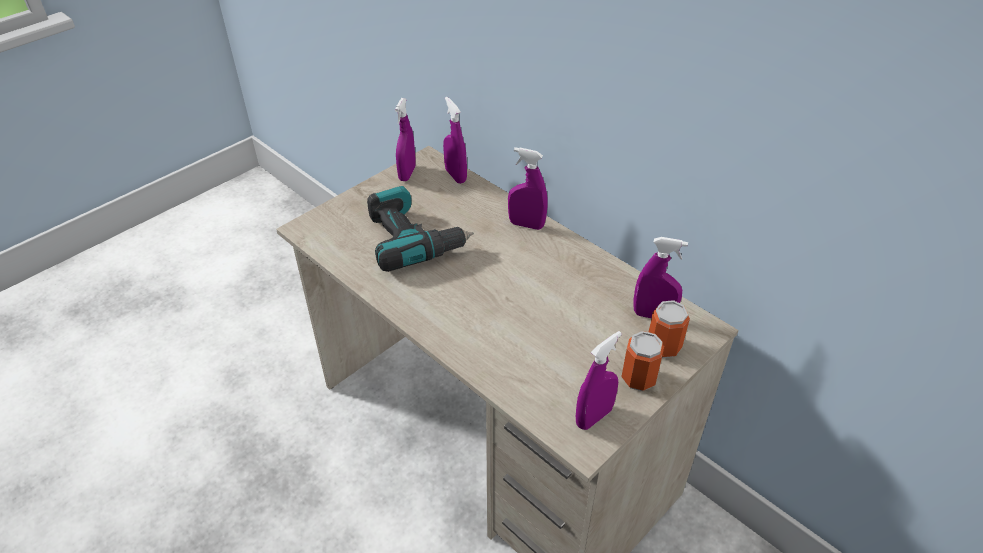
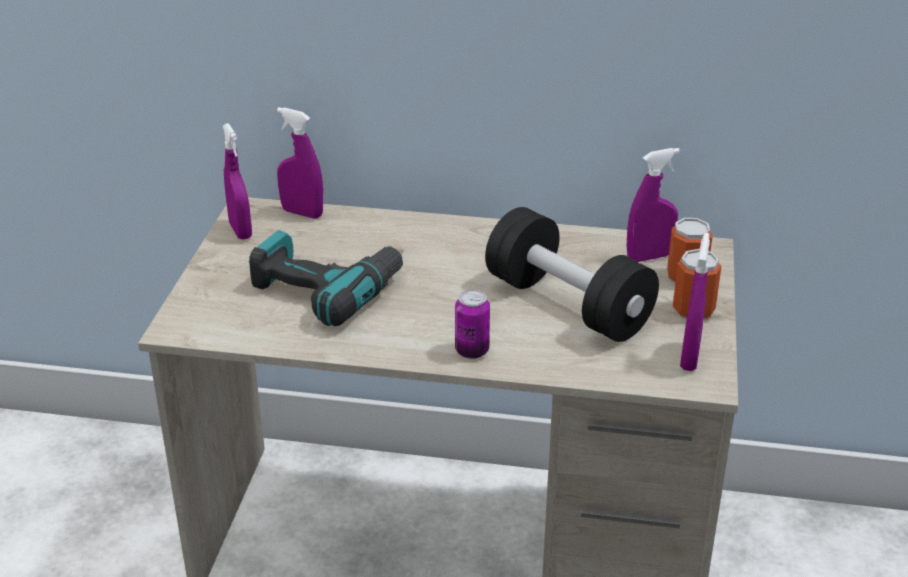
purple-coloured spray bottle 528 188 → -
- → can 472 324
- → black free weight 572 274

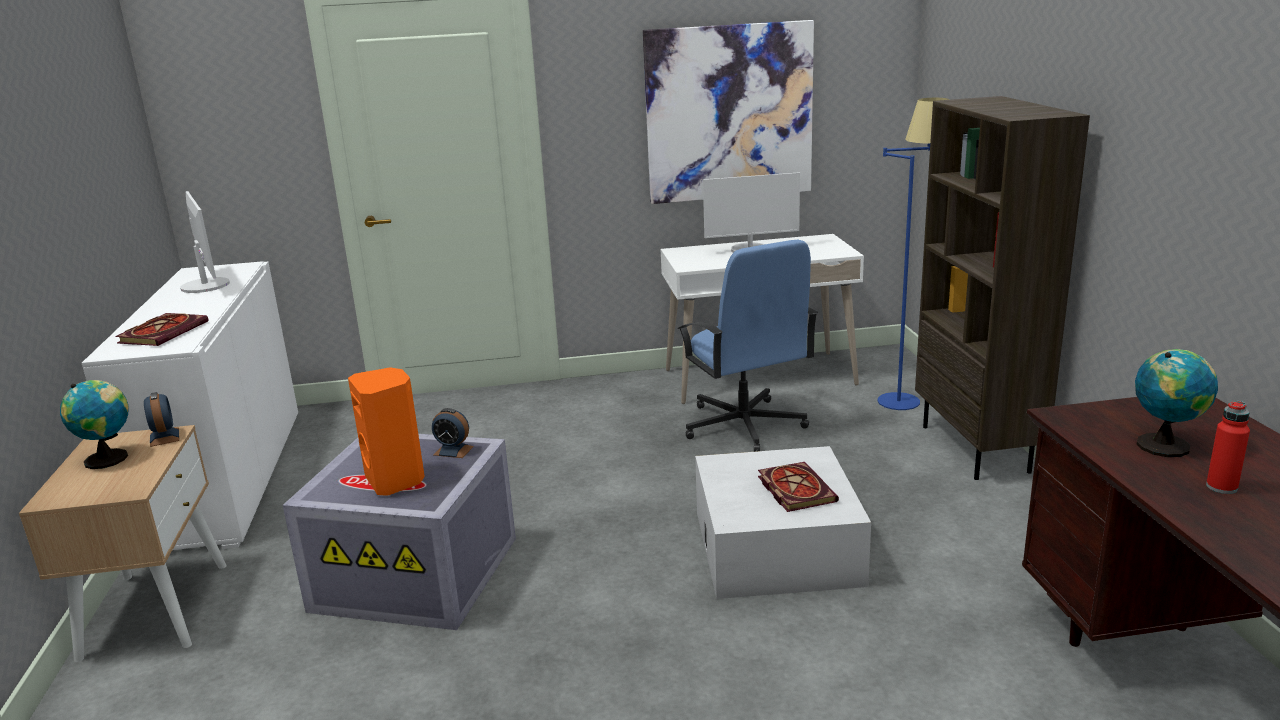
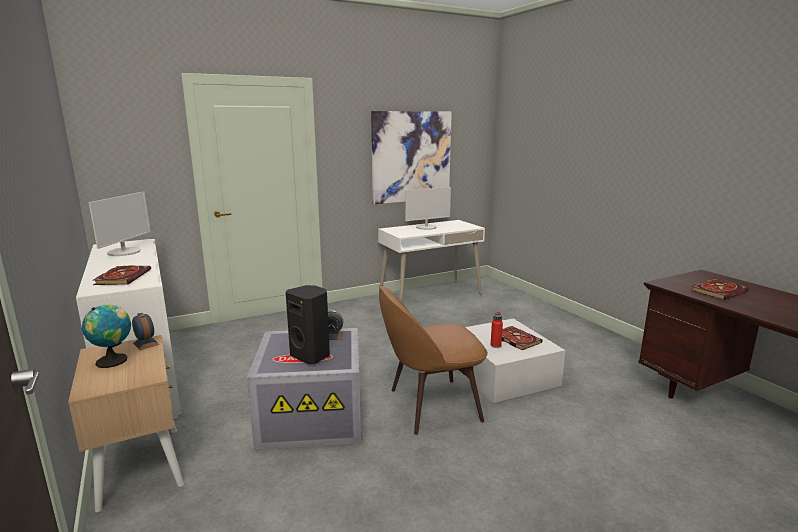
blue-coloured office chair 747 346 → -
blue-coloured standing lamp 913 254 → -
brown-coloured bookshelf 1002 288 → -
- → brown-coloured chair 433 360
red-coloured beverage bottle 1228 447 → red-coloured beverage bottle 497 330, shifted
world globe 1176 403 → book 719 289
orangey loudspeaker 386 431 → black loudspeaker 308 324
computer screen 205 242 → computer screen 120 223, 60 degrees clockwise

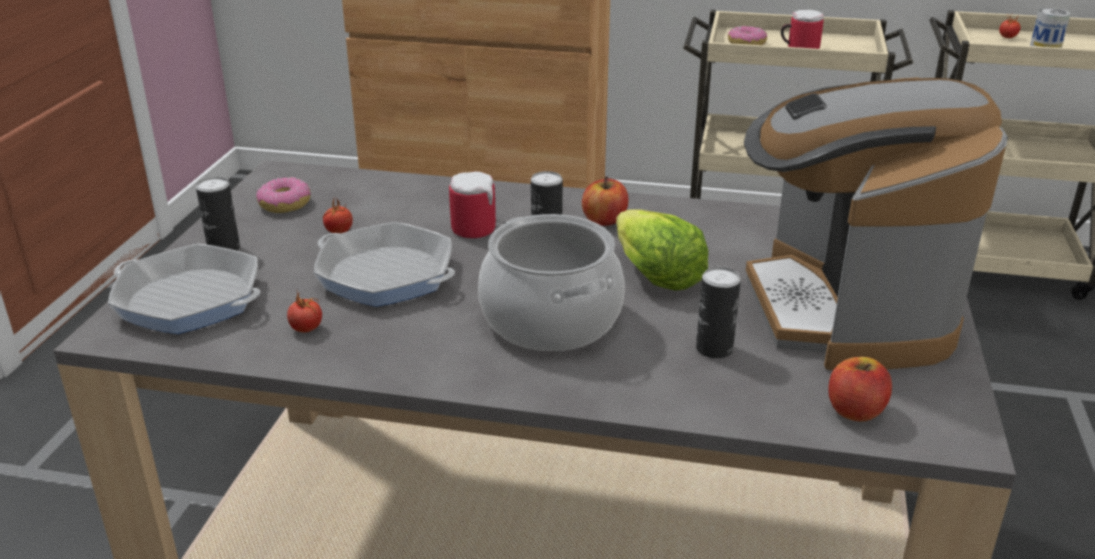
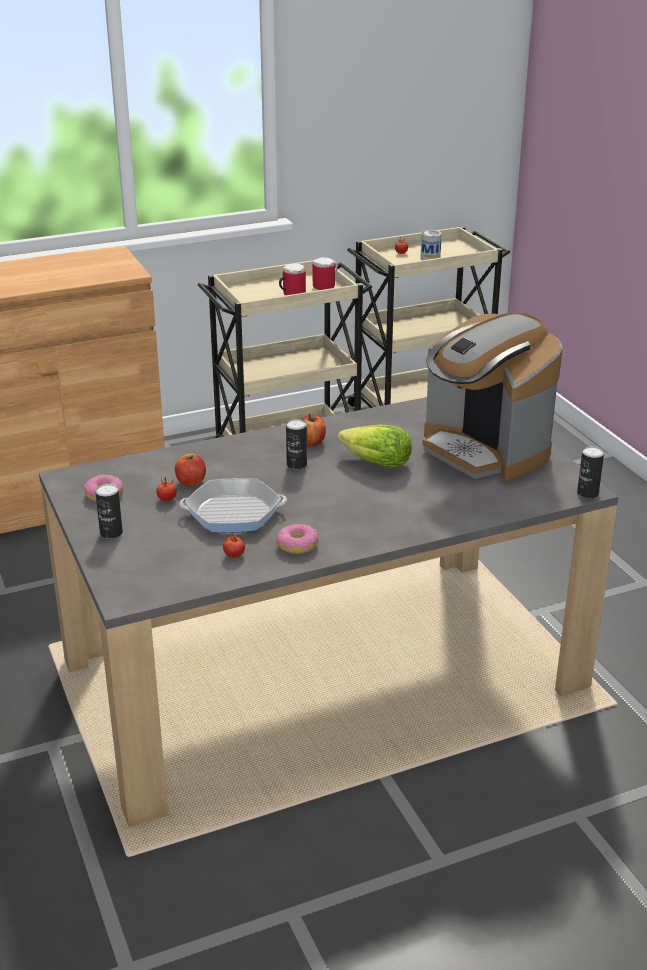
pan 184 288 → -
stockpot 551 282 → -
mug 472 204 → mug 325 273, shifted
can 718 313 → can 590 472, shifted
ring doughnut 747 35 → ring doughnut 297 539, shifted
whole apple 860 389 → whole apple 190 470, shifted

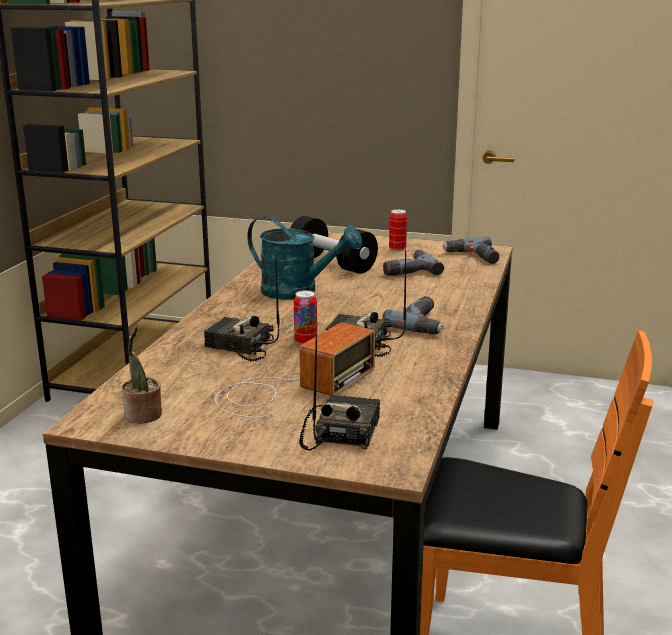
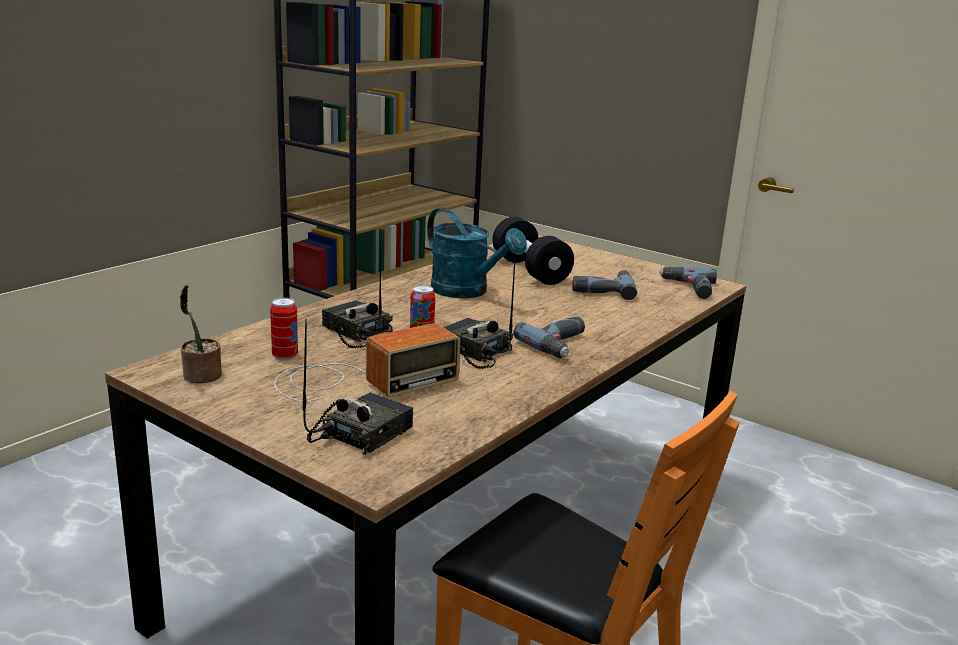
can 398 230 → can 284 329, shifted

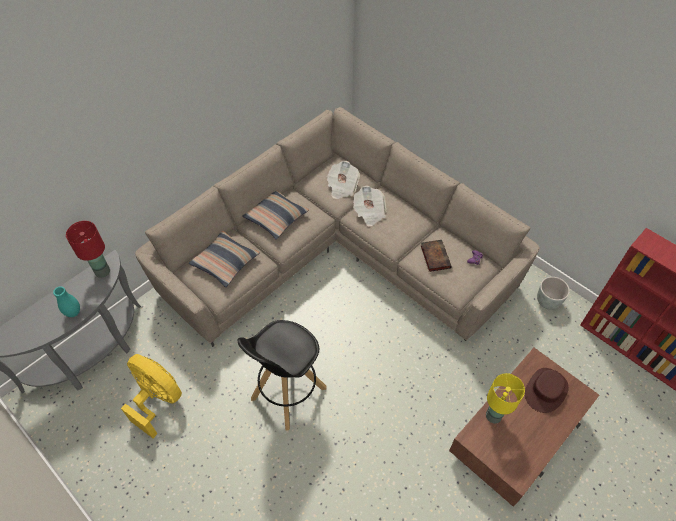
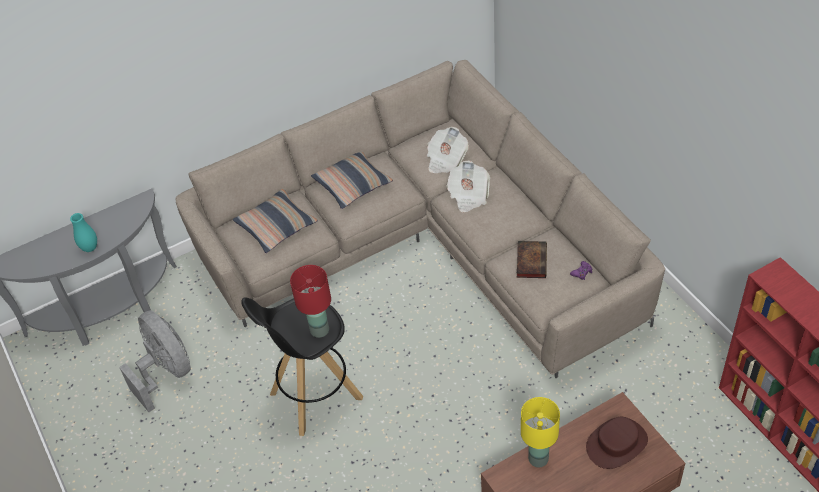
greyish planter 553 293 → -
red-coloured tabletop lamp 88 249 → red-coloured tabletop lamp 310 301, shifted
yellow-coloured electric fan 151 396 → greyish electric fan 155 361

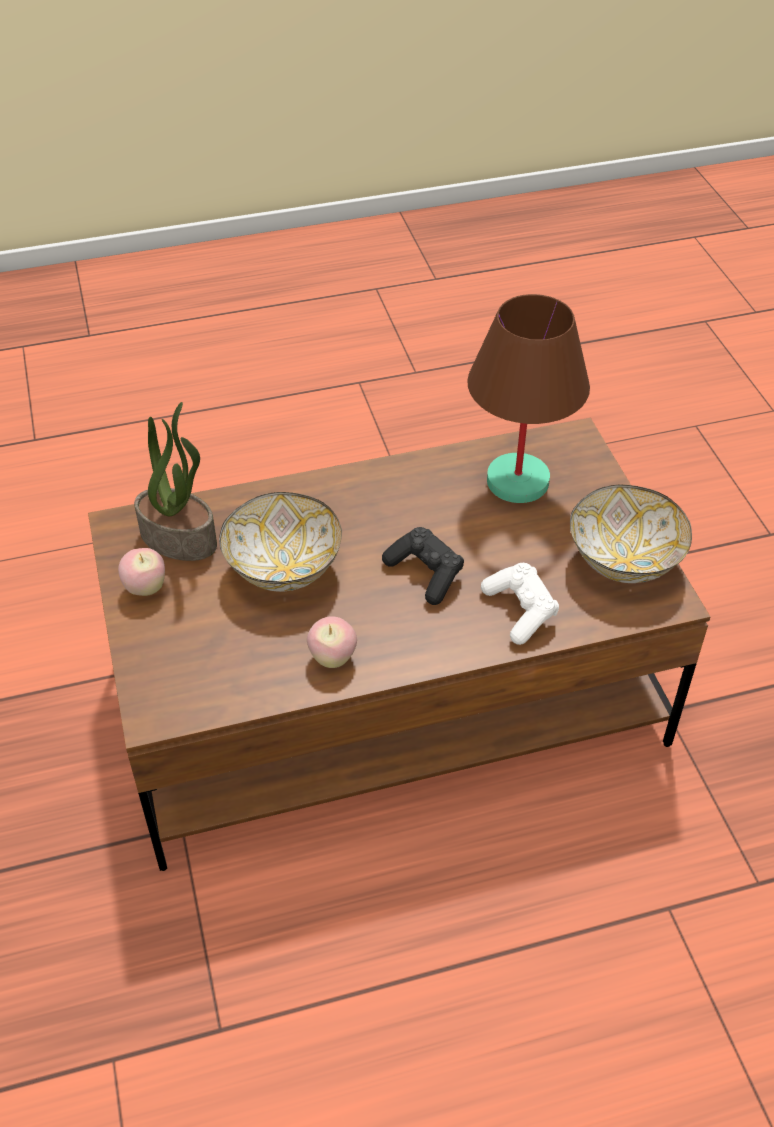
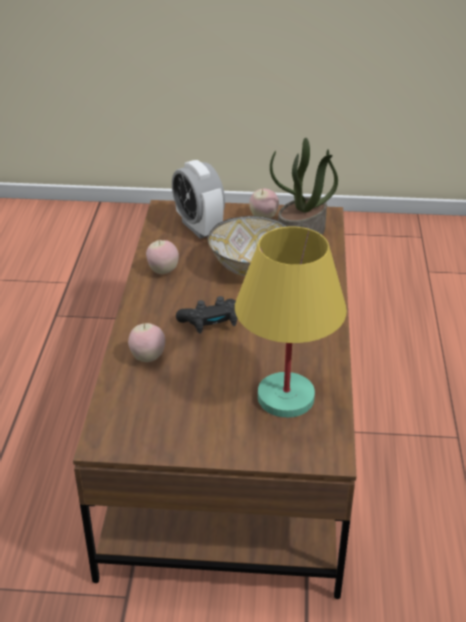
deep dish 631 534 → -
- → table clock 198 199
white game controller 520 604 → whole apple 146 342
brown-coloured tabletop lamp 528 398 → yellow-coloured tabletop lamp 291 322

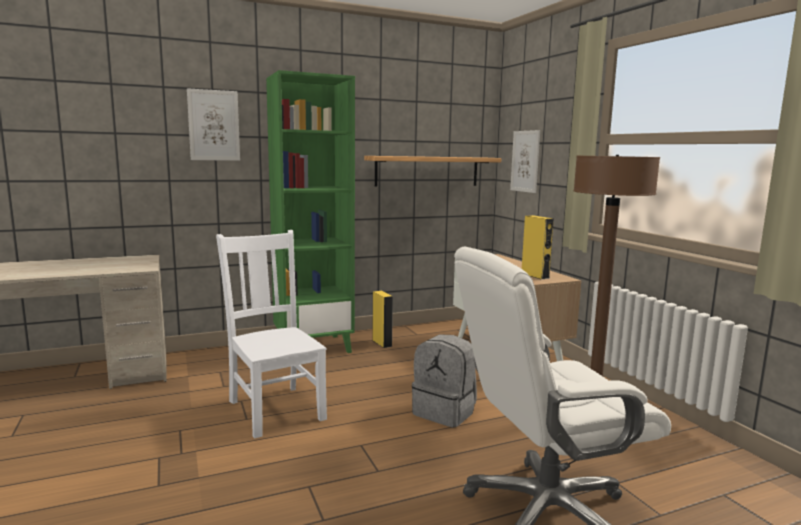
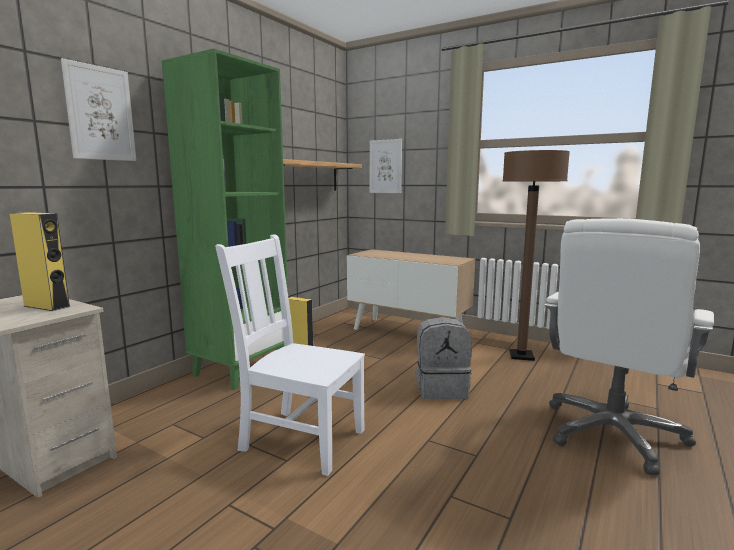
yellow-coloured loudspeaker 538 247 → yellow-coloured loudspeaker 40 261, shifted

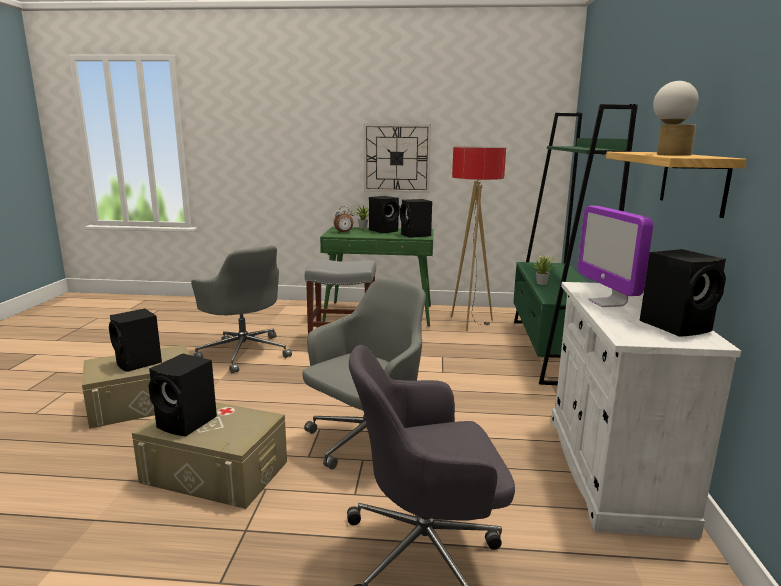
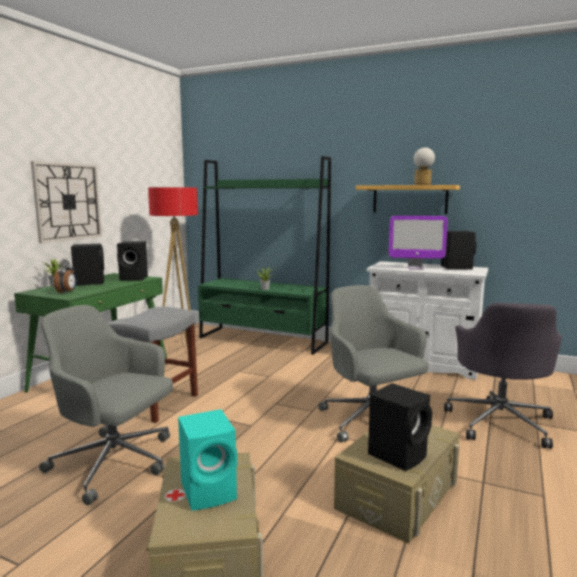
black loudspeaker 135 340 → blue-green loudspeaker 207 460
greyish office chair 241 309 → greyish office chair 106 405, 135 degrees counterclockwise

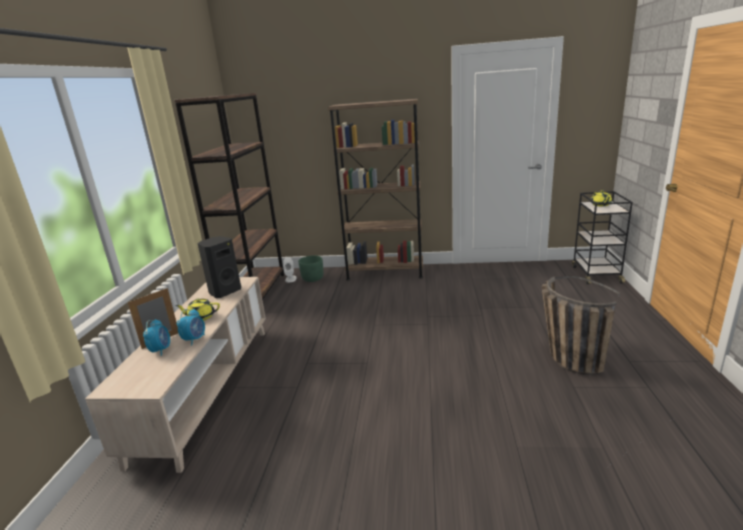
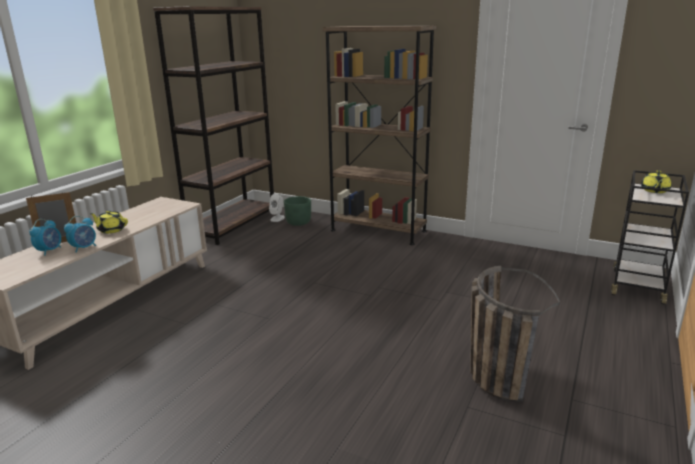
black loudspeaker 219 267 → -

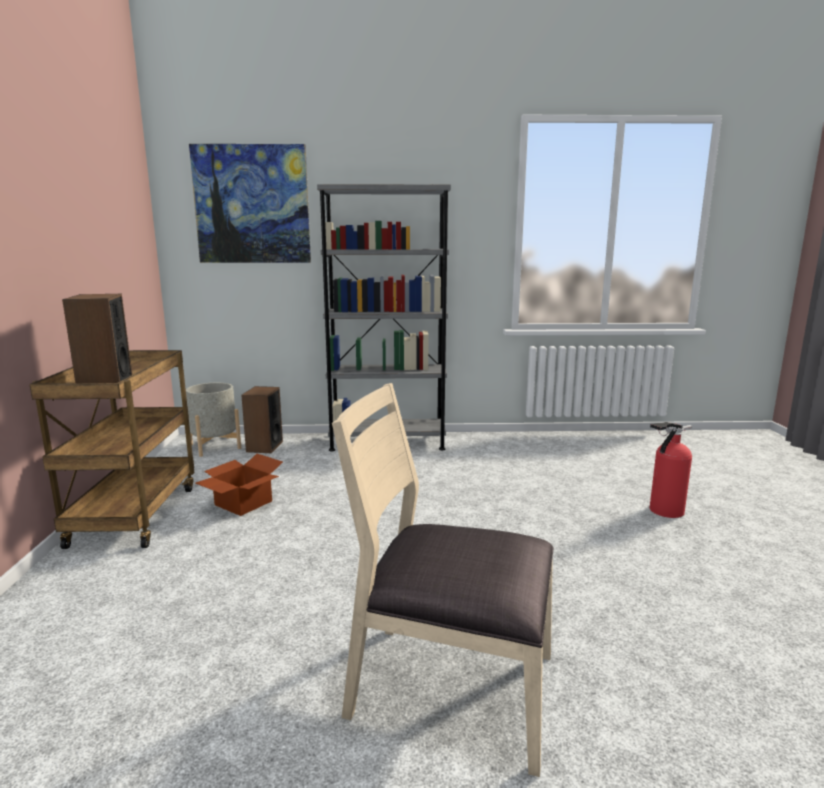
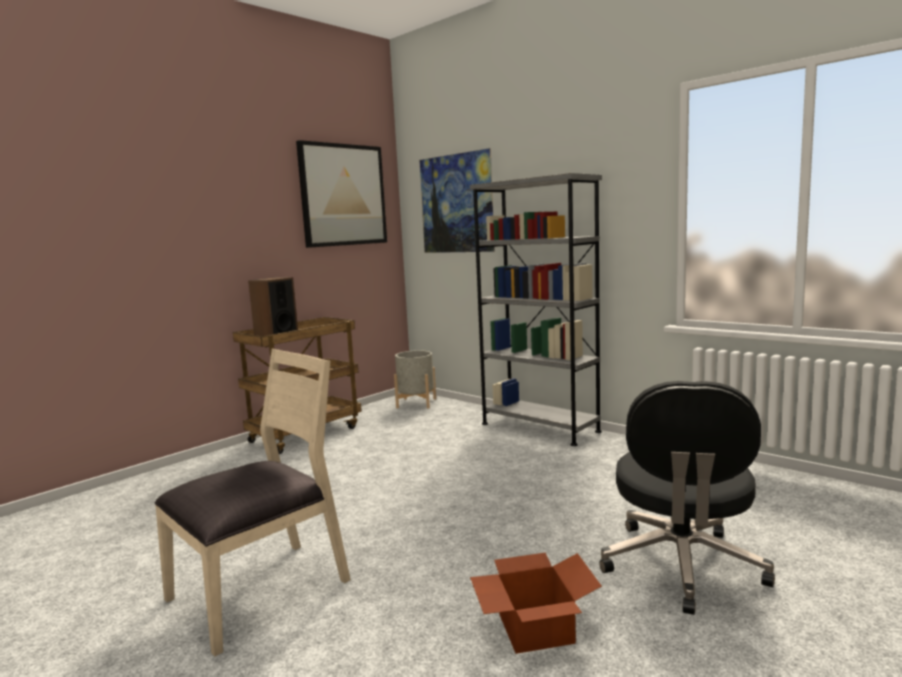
loudspeaker 262 419 → -
- → picture 341 194
carton 239 485 → carton 536 603, shifted
extinguisher 671 470 → black office chair 687 498
beige chair 443 580 → beige chair 253 503, 75 degrees clockwise

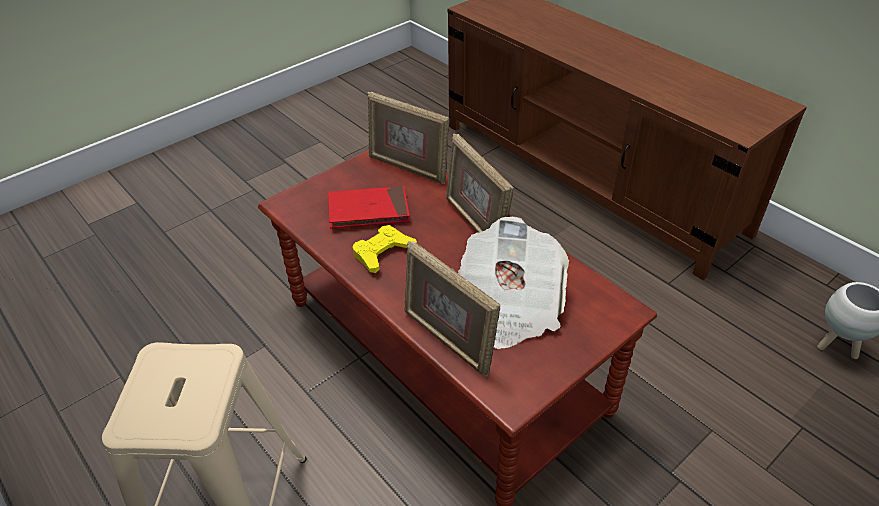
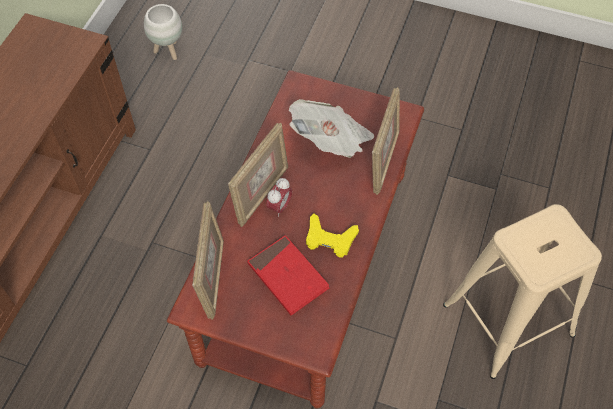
- → table clock 279 197

